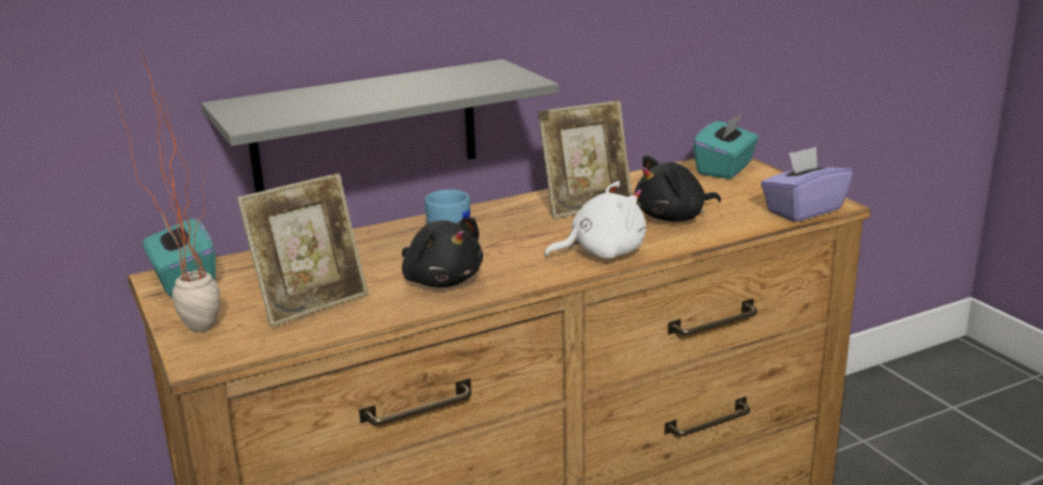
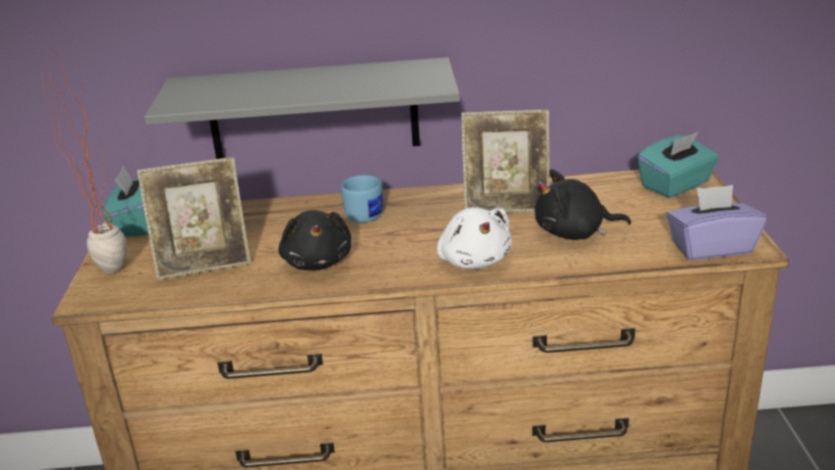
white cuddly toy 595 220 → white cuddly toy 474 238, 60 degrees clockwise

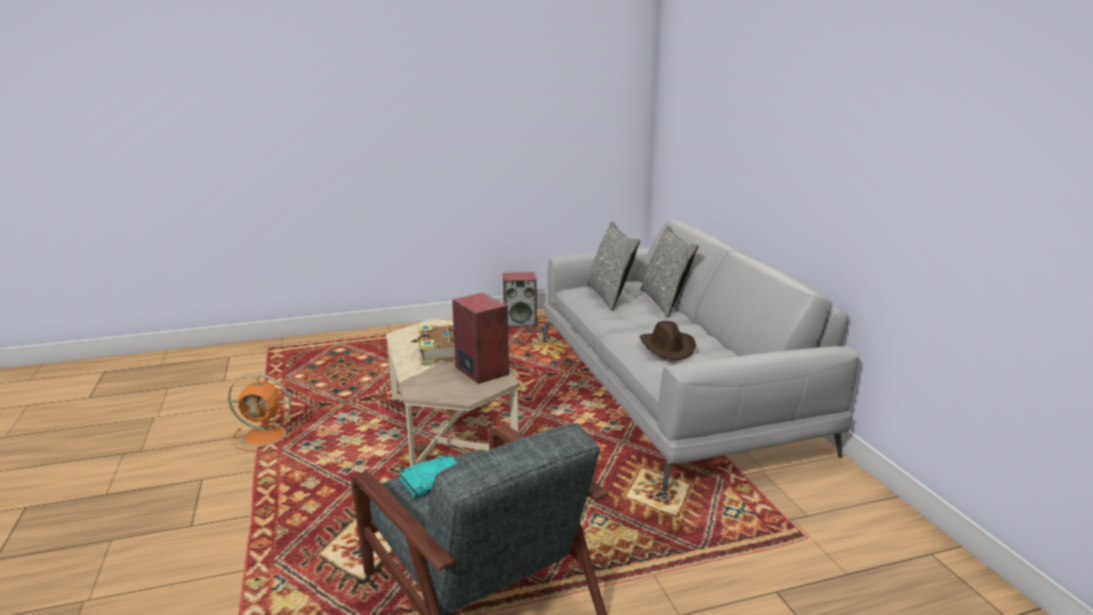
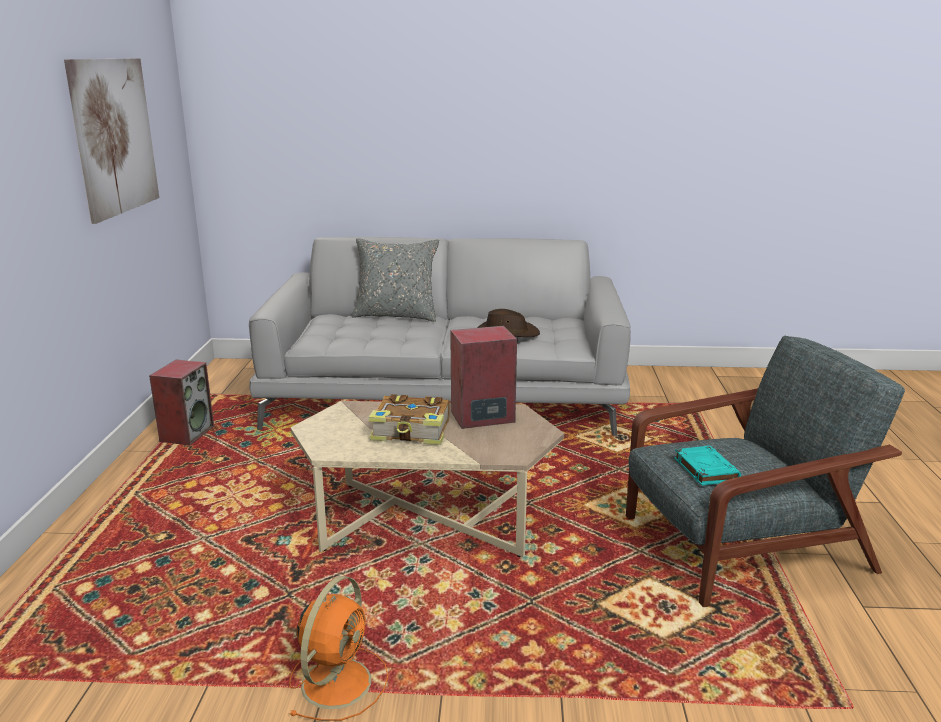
greyish pillow 613 266 → -
- → picture 111 141

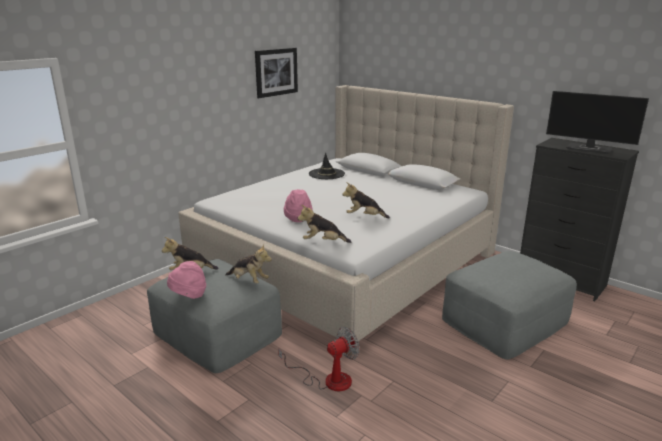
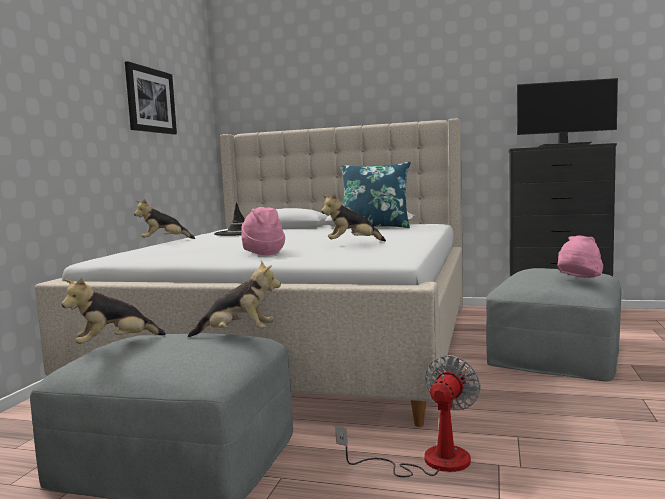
- → blue-coloured pillow 376 195
pink hat 186 280 → pink hat 580 256, shifted
cuddly toy 324 224 → cuddly toy 164 219, shifted

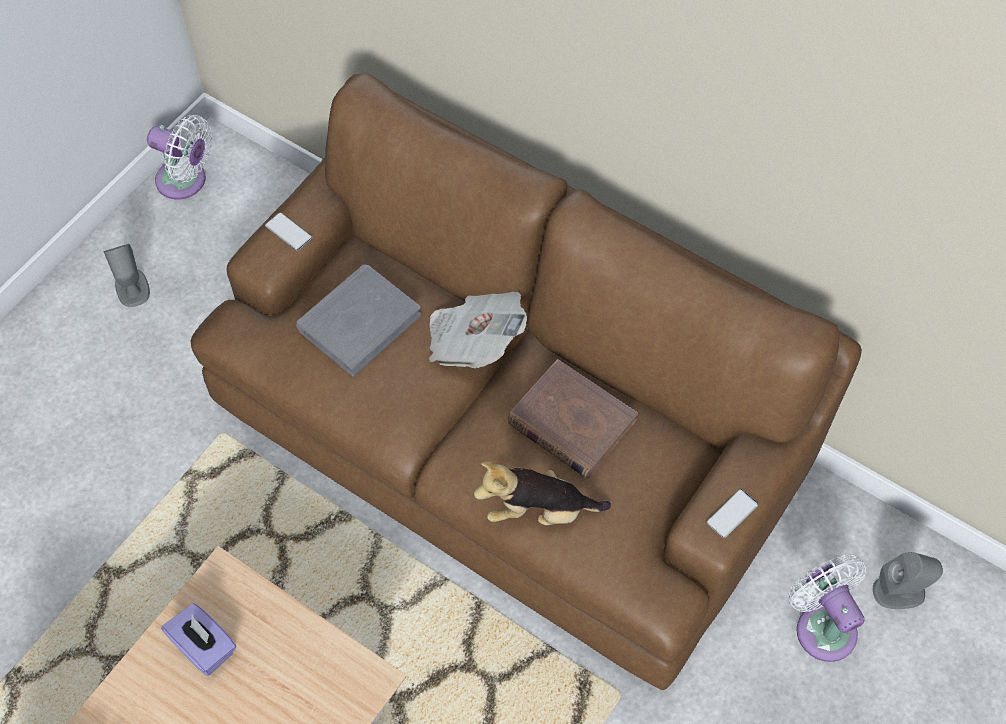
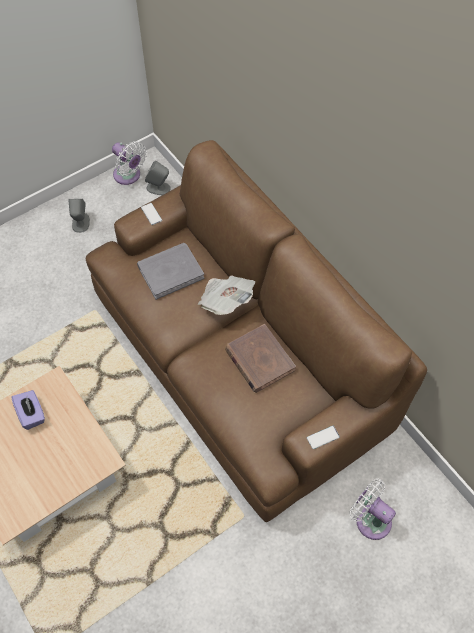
cuddly toy 542 493 → -
greyish loudspeaker 908 580 → greyish loudspeaker 158 178, shifted
white electric fan 827 608 → white electric fan 373 509, 45 degrees counterclockwise

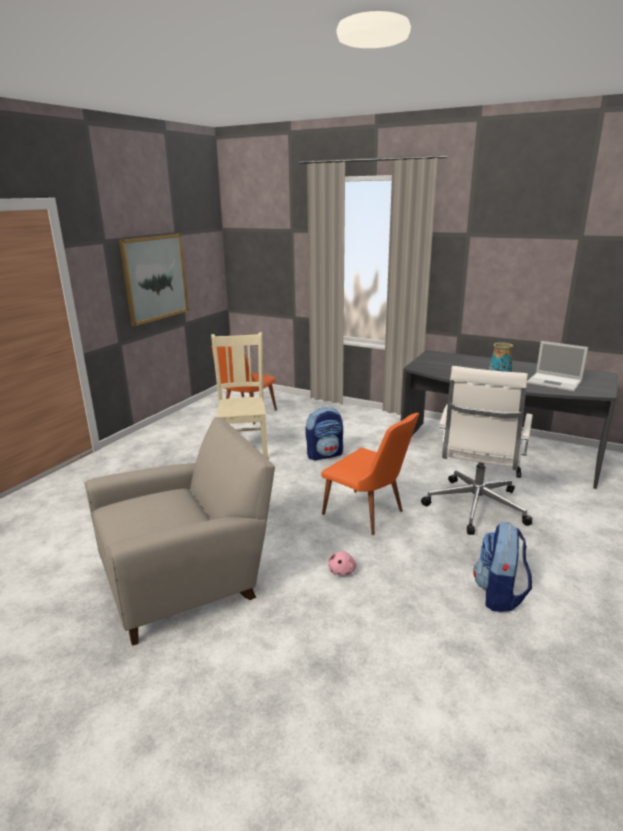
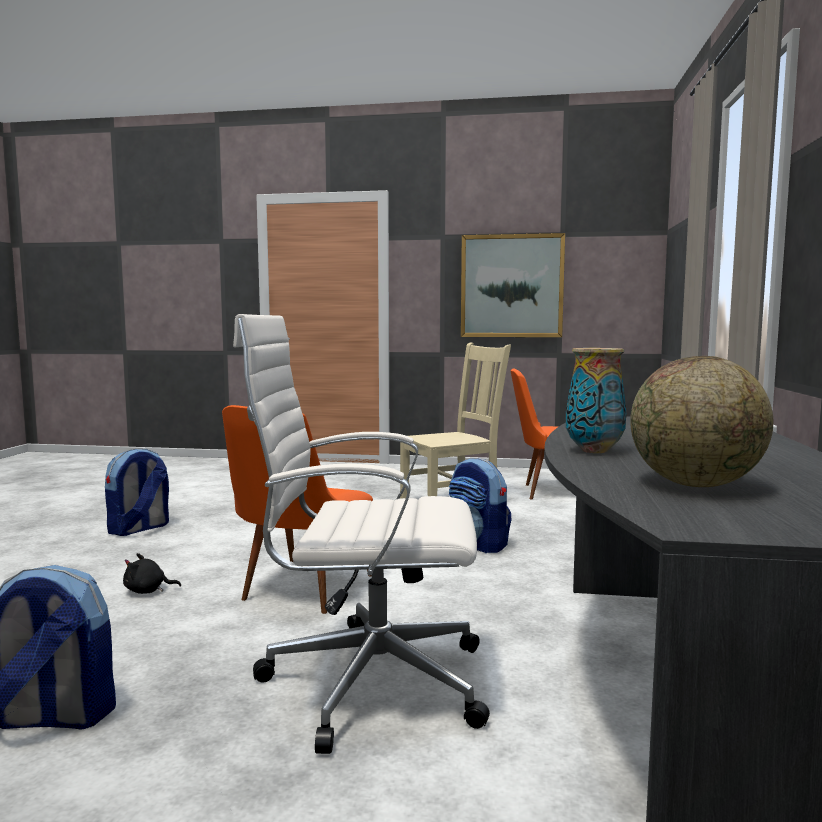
beige easy chair 179 531 → rucksack 137 492
notebook computer 557 366 → world globe 701 421
pink cuddly toy 342 563 → black cuddly toy 152 573

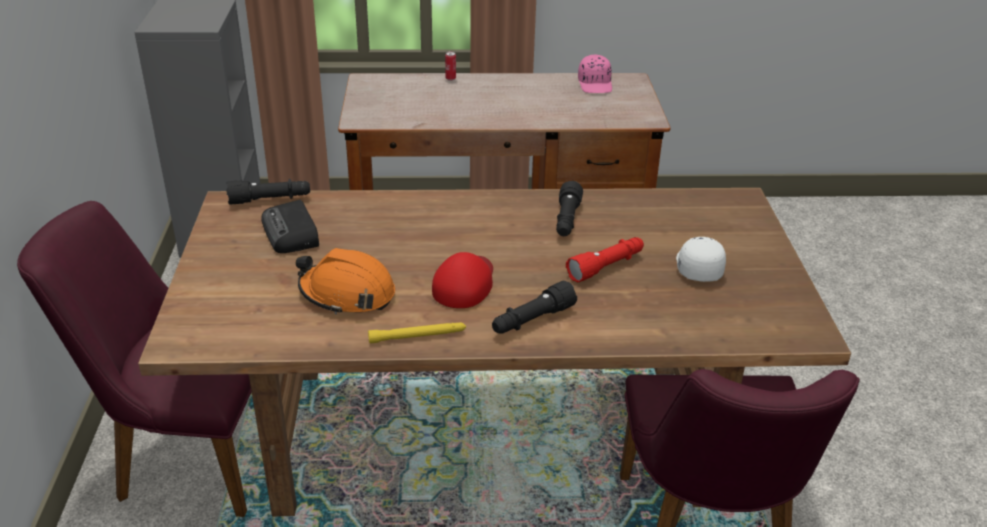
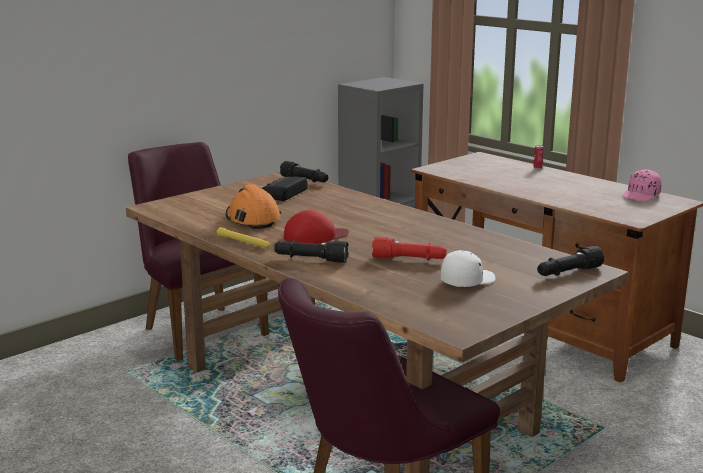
black hand torch 569 208 → black hand torch 570 261, shifted

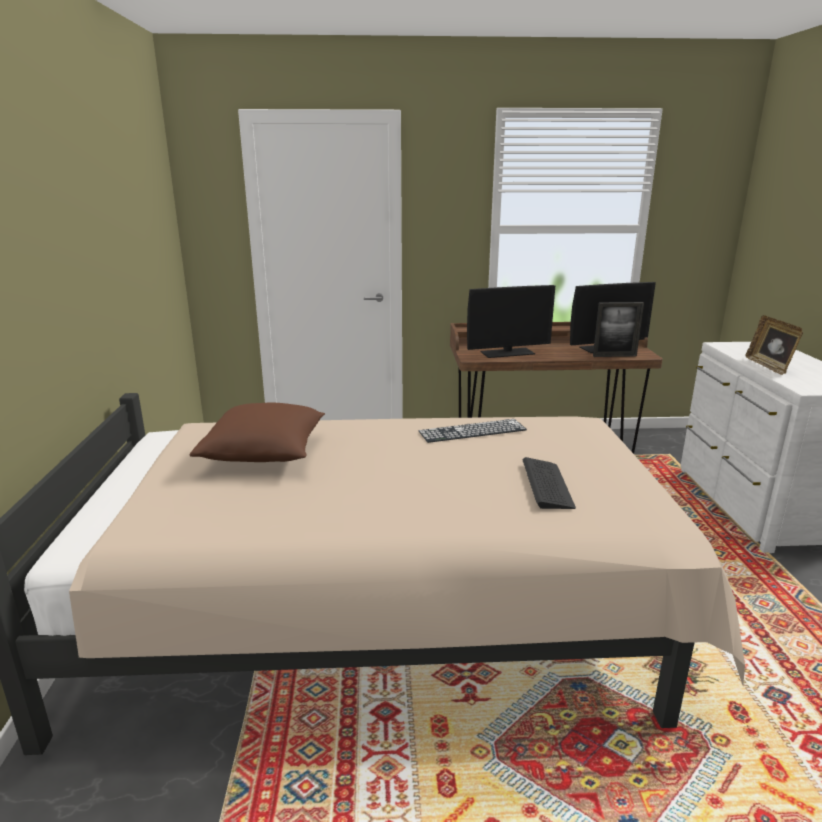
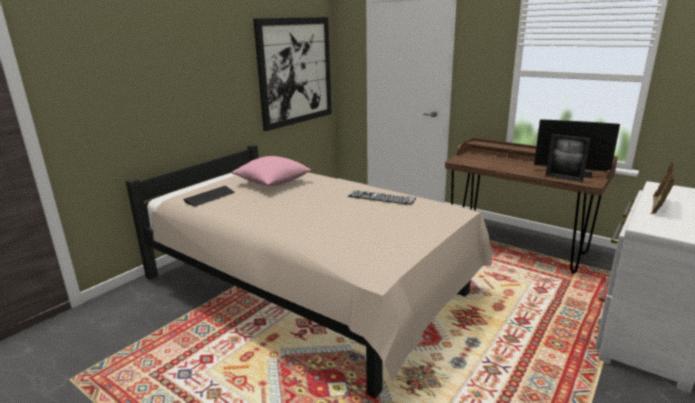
computer screen 511 321 → -
- → picture 292 74
keyboard 549 483 → keyboard 209 196, shifted
brown-coloured pillow 257 432 → pink pillow 271 171

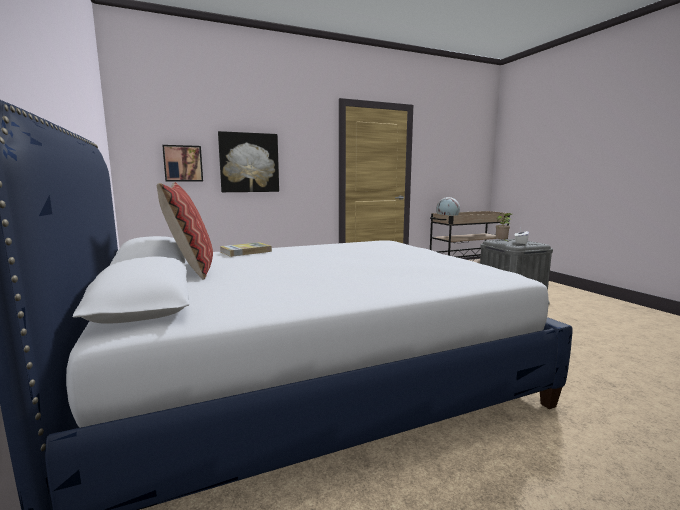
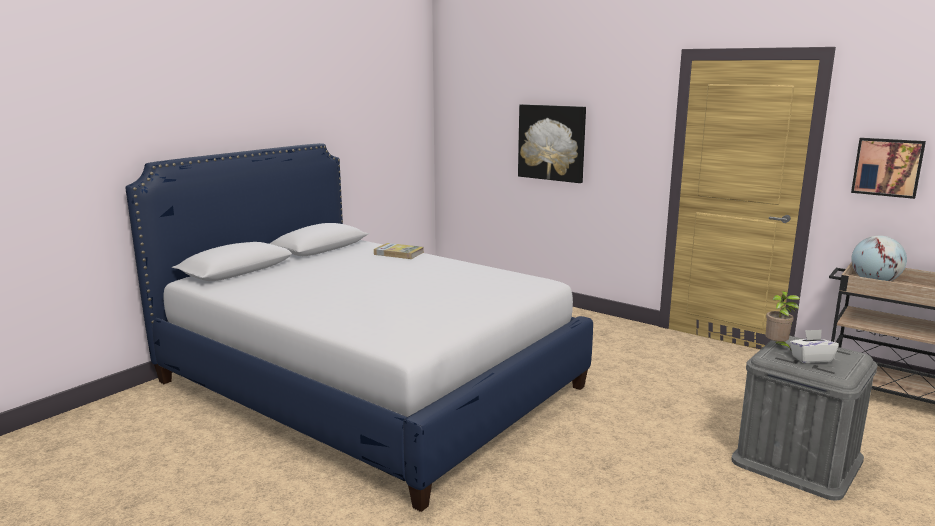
pillow 185 230 → -
picture 182 163 → picture 888 168, shifted

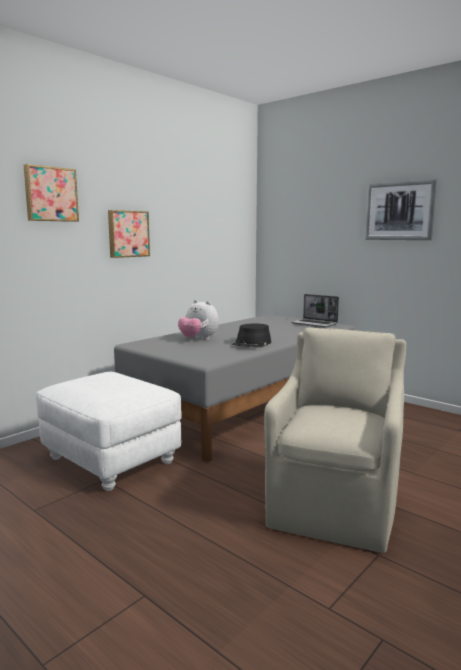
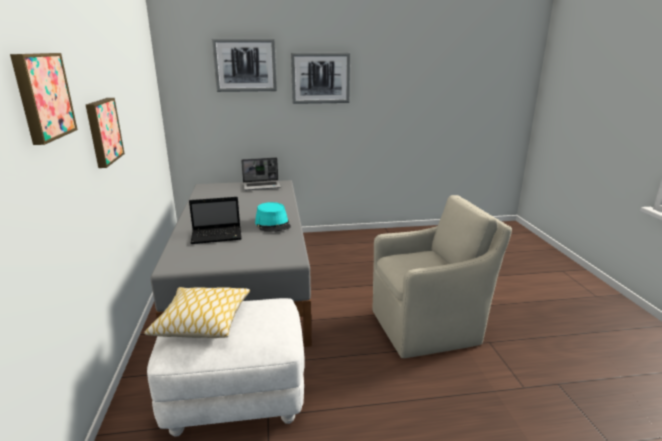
- → pillow 197 312
- → picture 244 65
cuddly toy 198 320 → notebook computer 215 220
black hat 251 336 → blue-green hat 273 217
beige easy chair 335 440 → beige easy chair 442 276, 105 degrees clockwise

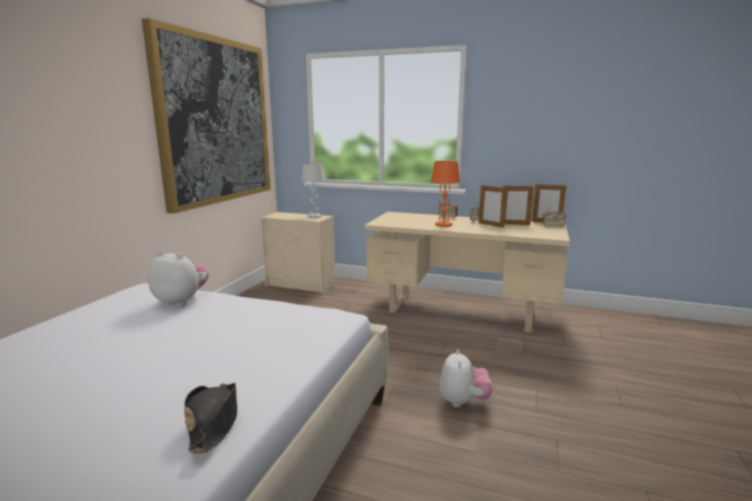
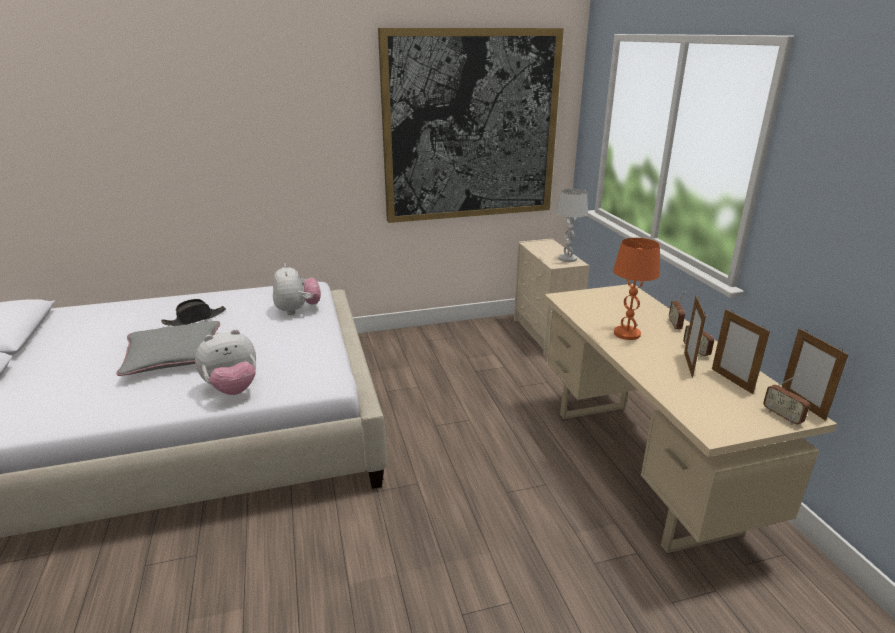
- → greyish pillow 168 348
black hat 210 418 → black hat 193 312, shifted
cuddly toy 466 378 → cuddly toy 225 362, shifted

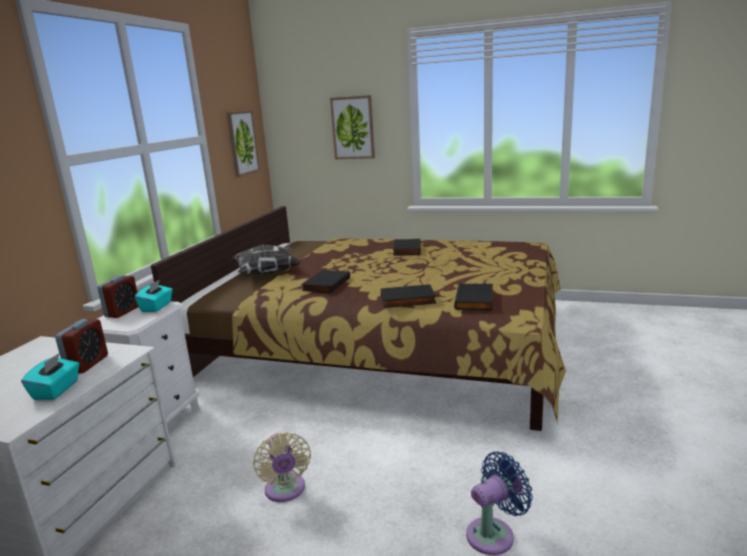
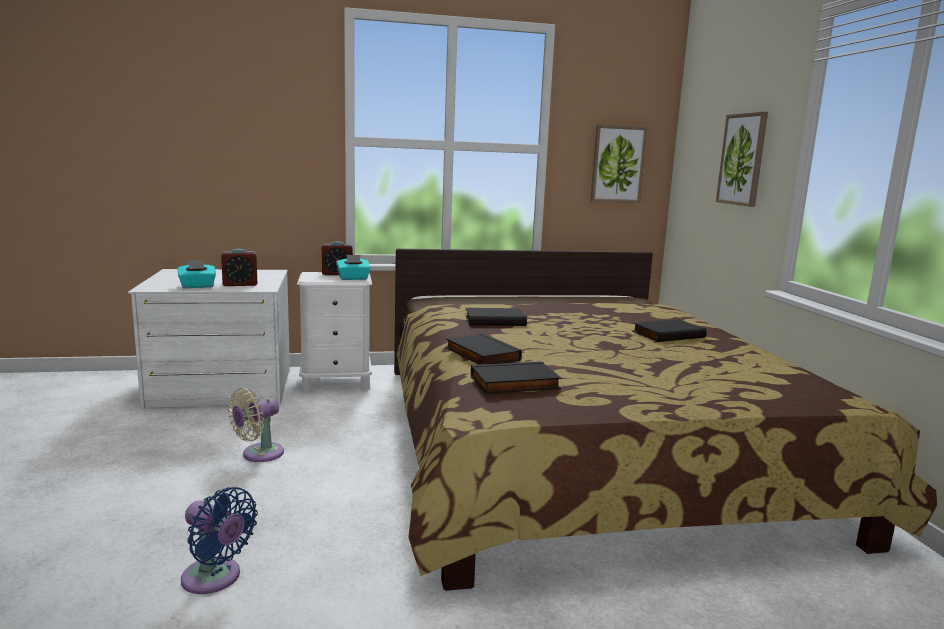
pillow 266 259 → -

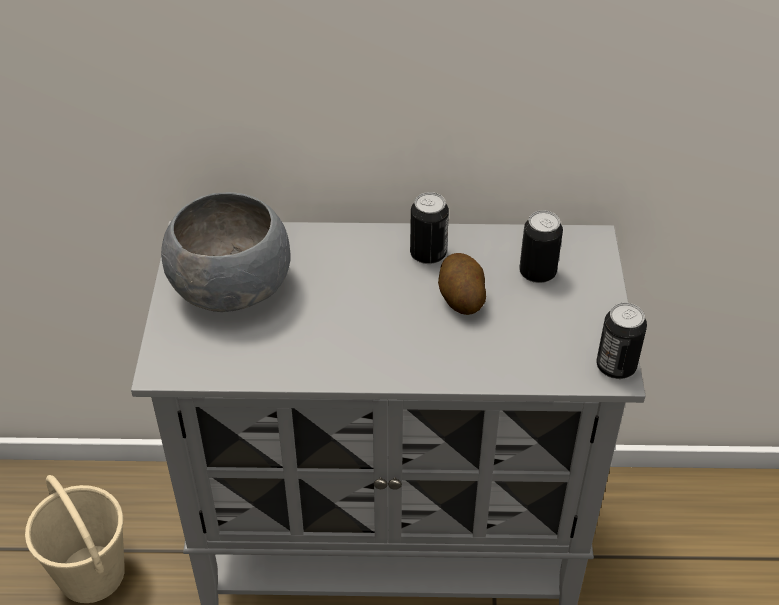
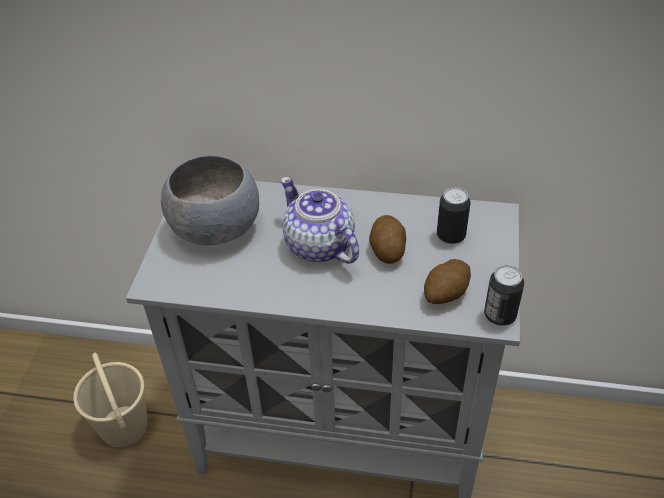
can 429 228 → -
- → pot for tea 319 220
- → potato 447 281

